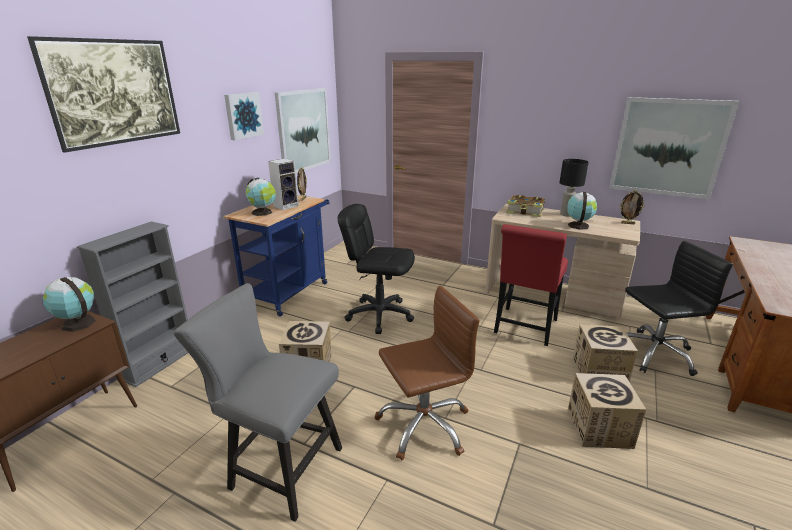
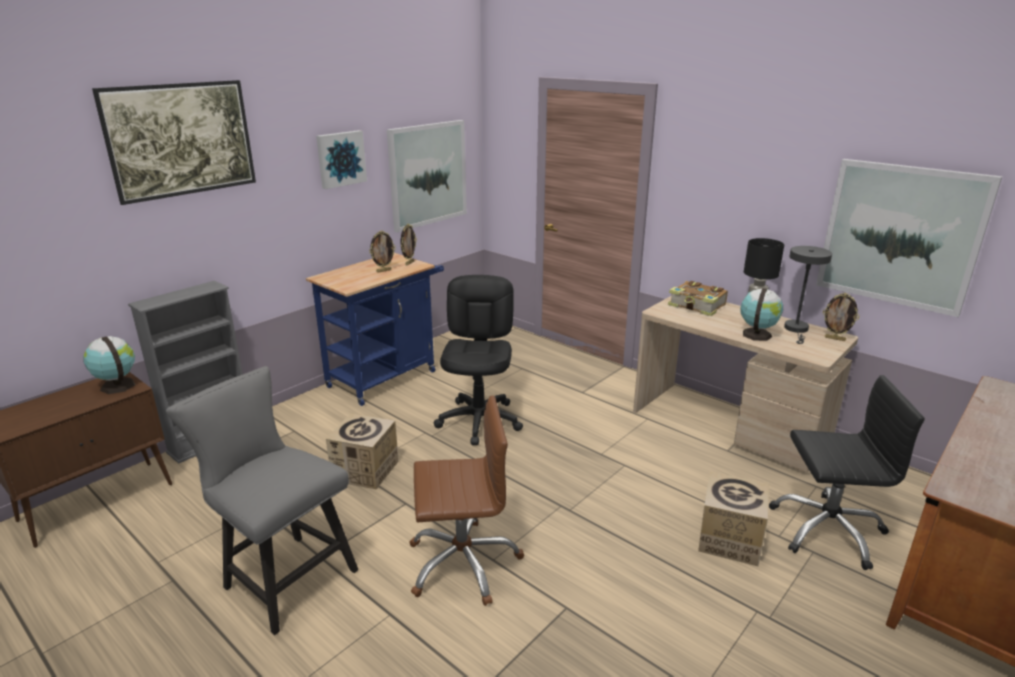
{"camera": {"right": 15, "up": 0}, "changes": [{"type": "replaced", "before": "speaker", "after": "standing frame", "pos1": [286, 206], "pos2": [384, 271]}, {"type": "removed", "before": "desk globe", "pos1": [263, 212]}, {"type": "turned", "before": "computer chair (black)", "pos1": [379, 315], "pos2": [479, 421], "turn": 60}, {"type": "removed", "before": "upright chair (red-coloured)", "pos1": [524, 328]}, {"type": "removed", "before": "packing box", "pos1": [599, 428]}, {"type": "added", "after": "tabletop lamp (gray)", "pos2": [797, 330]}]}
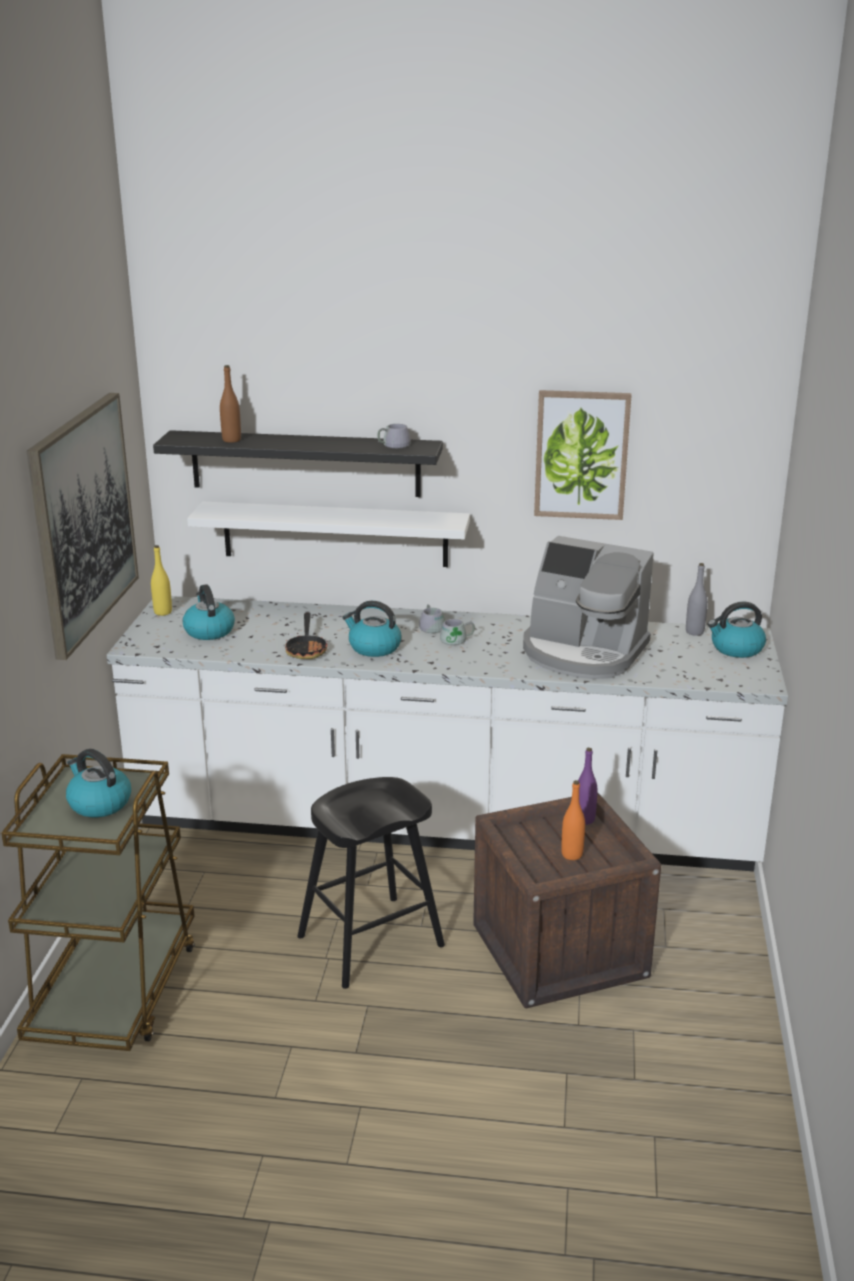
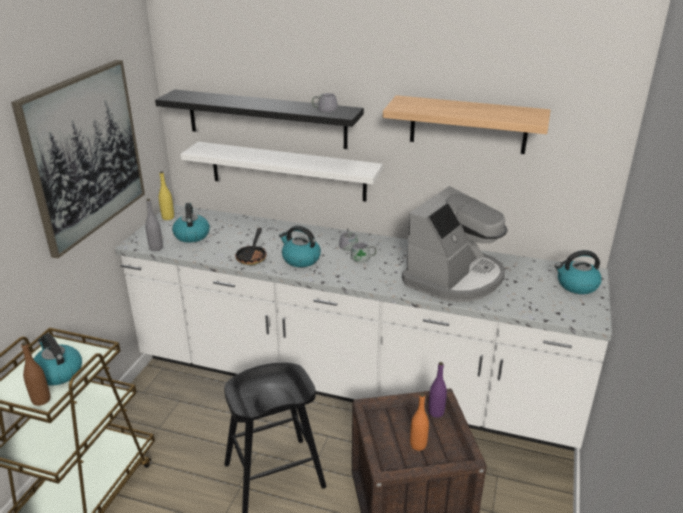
{"camera": {"right": 10, "up": 5}, "changes": [{"type": "moved", "before": "drink bottle (brown)", "pos1": [231, 440], "pos2": [41, 400]}, {"type": "replaced", "before": "picture", "after": "wall shelf", "pos1": [581, 454], "pos2": [468, 124]}, {"type": "turned", "before": "coffee maker", "pos1": [583, 652], "pos2": [454, 278], "turn": -90}, {"type": "moved", "before": "drink bottle (gray)", "pos1": [694, 632], "pos2": [156, 248]}]}
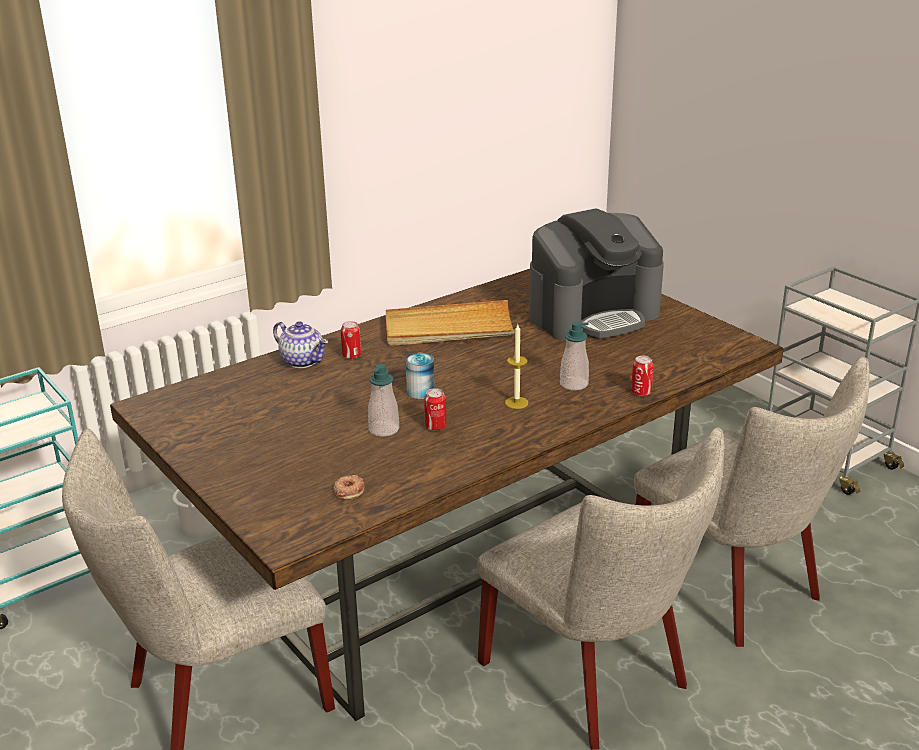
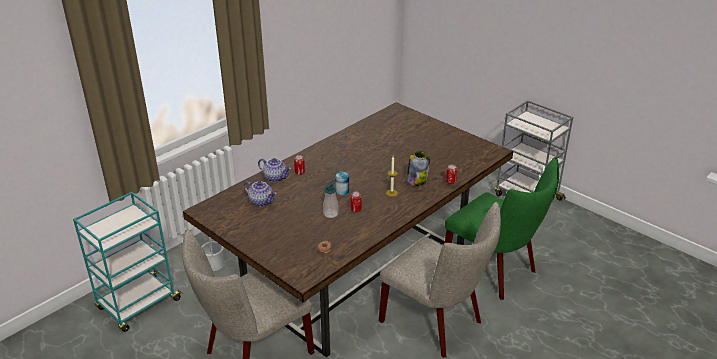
{"camera": {"right": -10, "up": 5}, "changes": [{"type": "removed", "before": "coffee maker", "pos1": [593, 314]}, {"type": "removed", "before": "serving tray (beige-coloured)", "pos1": [449, 329]}, {"type": "replaced", "before": "soap dispenser", "after": "jar", "pos1": [574, 384], "pos2": [417, 180]}, {"type": "recoloured", "before": "upright chair (beige-coloured)", "after": "upright chair (green-coloured)", "pos1": [734, 589], "pos2": [494, 271]}, {"type": "added", "after": "pot for tea", "pos2": [261, 201]}]}
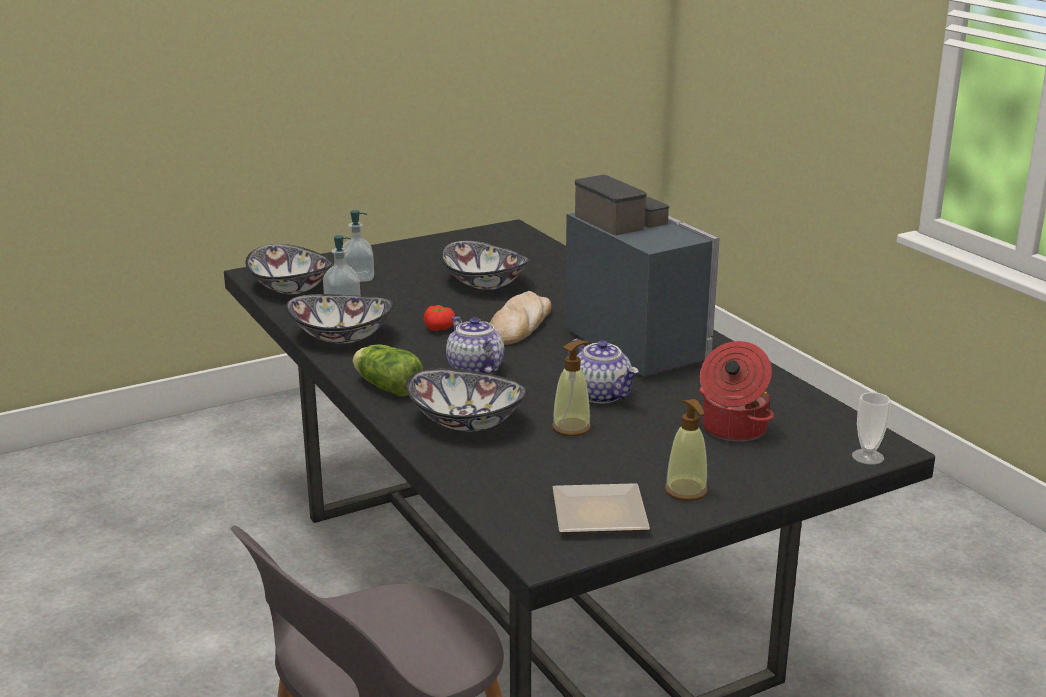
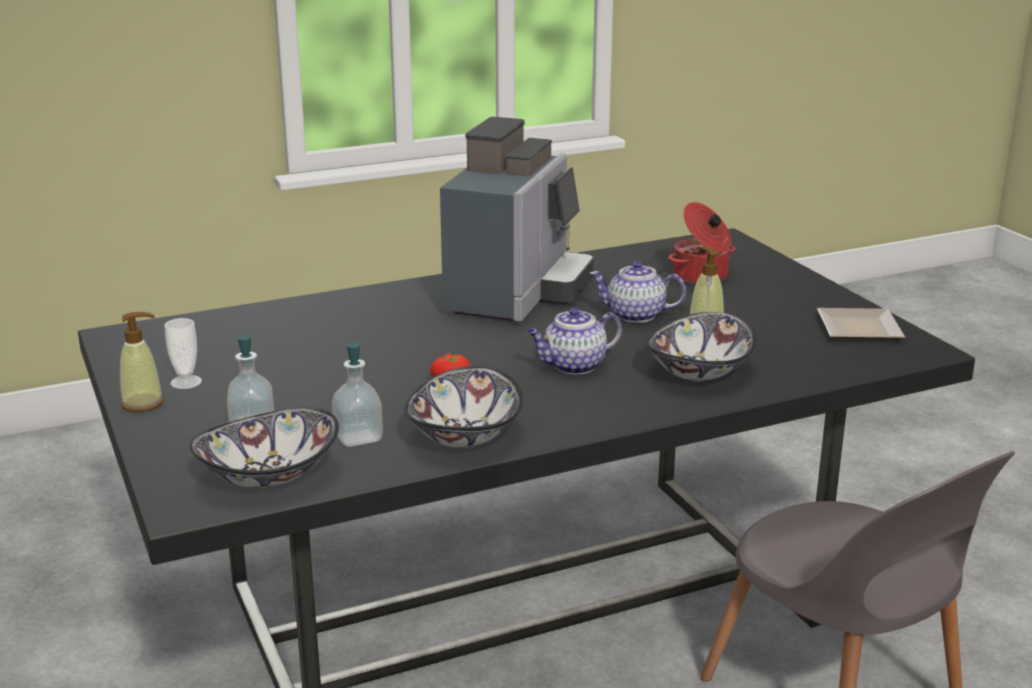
{"camera": {"right": -85, "up": 0}, "changes": [{"type": "turned", "before": "coffee maker", "pos1": [639, 343], "pos2": [517, 294], "turn": 135}, {"type": "removed", "before": "deep dish", "pos1": [485, 283]}, {"type": "removed", "before": "baked bread", "pos1": [519, 325]}, {"type": "turned", "before": "pot for tea", "pos1": [602, 395], "pos2": [635, 315], "turn": -135}, {"type": "removed", "before": "head of lettuce", "pos1": [386, 386]}, {"type": "moved", "before": "small cup", "pos1": [867, 457], "pos2": [186, 382]}, {"type": "moved", "before": "soap dispenser", "pos1": [686, 491], "pos2": [143, 403]}]}
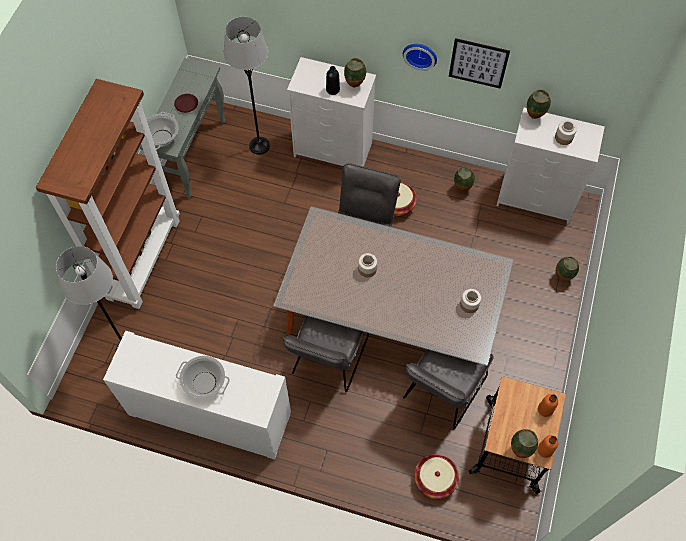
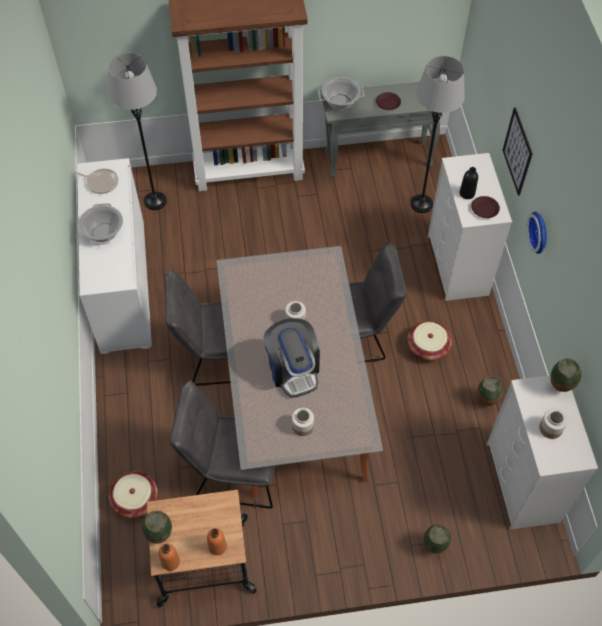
{"camera": {"right": 65, "up": -5}, "changes": [{"type": "moved", "before": "picture", "pos1": [478, 63], "pos2": [517, 151]}, {"type": "replaced", "before": "flower vase", "after": "flat dish (brown)", "pos1": [355, 86], "pos2": [485, 209]}, {"type": "added", "after": "frying pan", "pos2": [101, 182]}, {"type": "added", "after": "coffee maker", "pos2": [293, 369]}]}
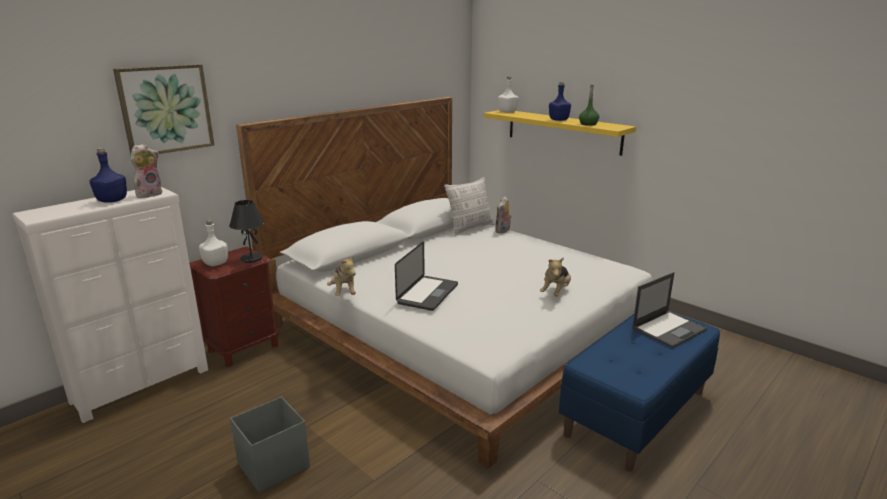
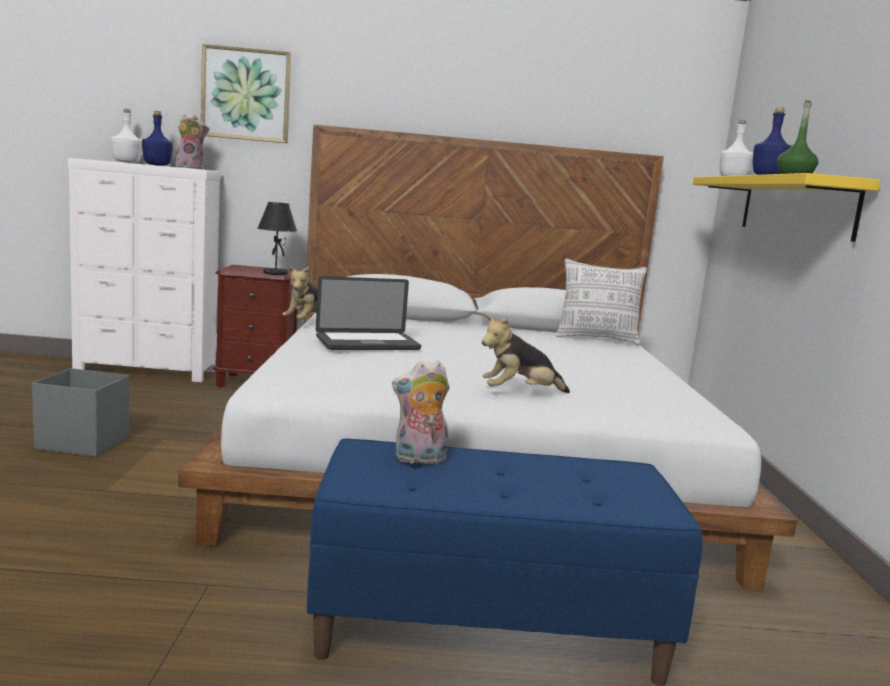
{"camera": {"right": 45, "up": -10}, "changes": [{"type": "moved", "before": "plush toy", "pos1": [503, 231], "pos2": [419, 459]}, {"type": "moved", "before": "drink bottle (white)", "pos1": [216, 263], "pos2": [126, 162]}, {"type": "removed", "before": "laptop", "pos1": [669, 329]}]}
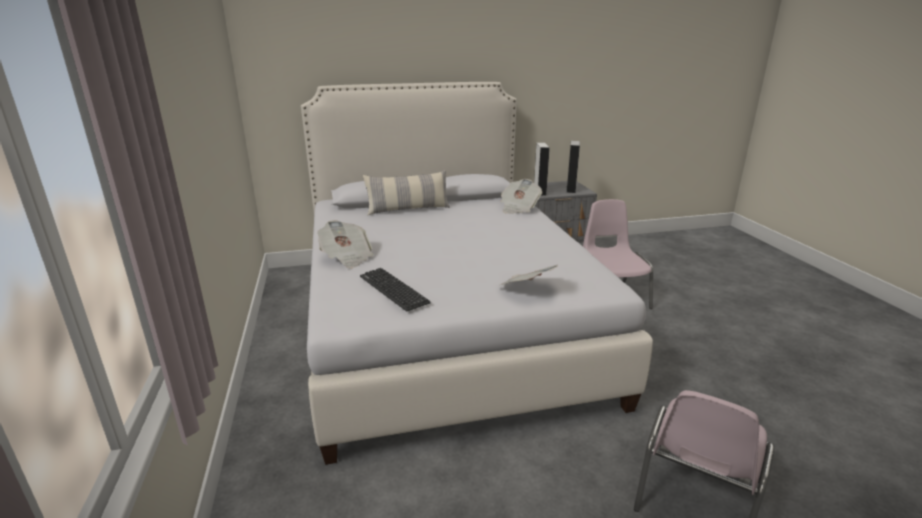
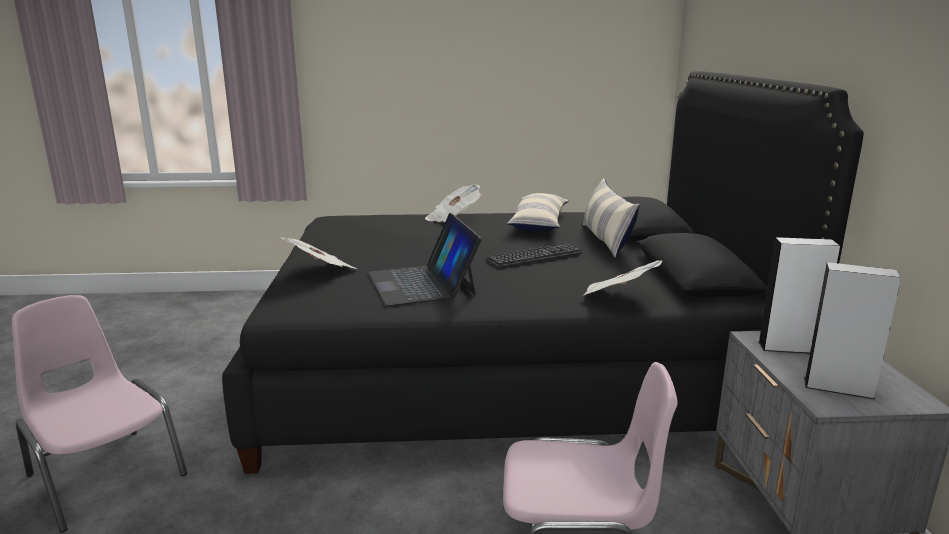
{"camera": {"right": 100, "up": -5}, "changes": [{"type": "recoloured", "before": "sleeping bed (white)", "after": "sleeping bed (black)", "pos1": [443, 322], "pos2": [507, 370]}, {"type": "moved", "before": "keyboard", "pos1": [393, 289], "pos2": [534, 257]}, {"type": "added", "after": "cushion", "pos2": [539, 223]}, {"type": "added", "after": "laptop", "pos2": [422, 283]}]}
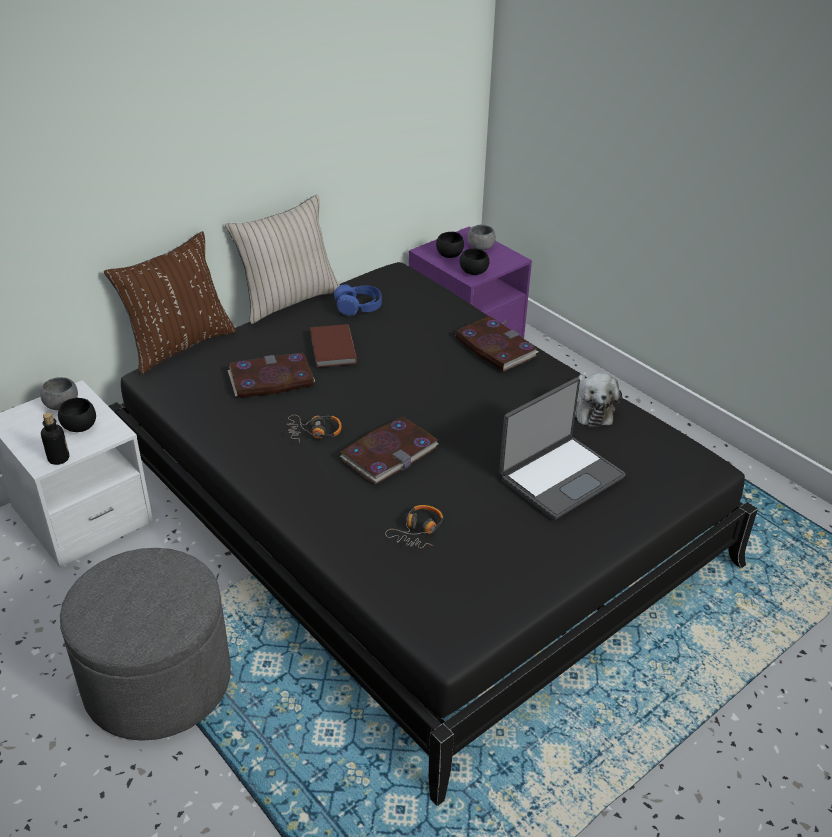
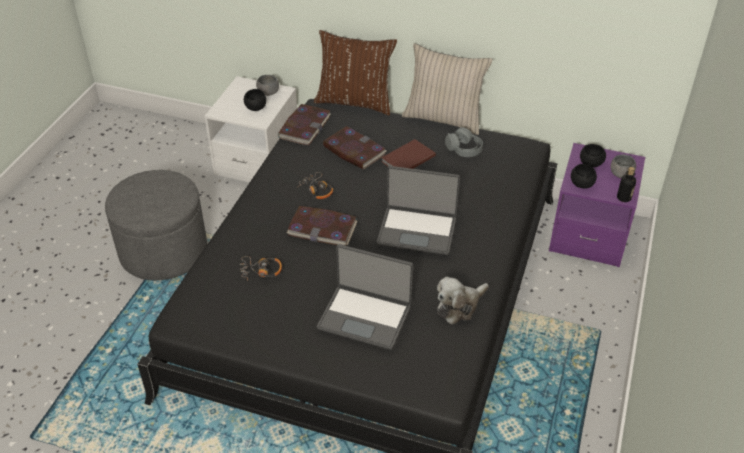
{"camera": {"right": 60, "up": 5}, "changes": [{"type": "recoloured", "before": "headset (blue)", "after": "headset (gray)", "pos1": [358, 307], "pos2": [464, 149]}, {"type": "moved", "before": "volume", "pos1": [495, 347], "pos2": [304, 127]}, {"type": "moved", "before": "drink bottle", "pos1": [58, 458], "pos2": [624, 198]}, {"type": "added", "after": "laptop", "pos2": [417, 230]}]}
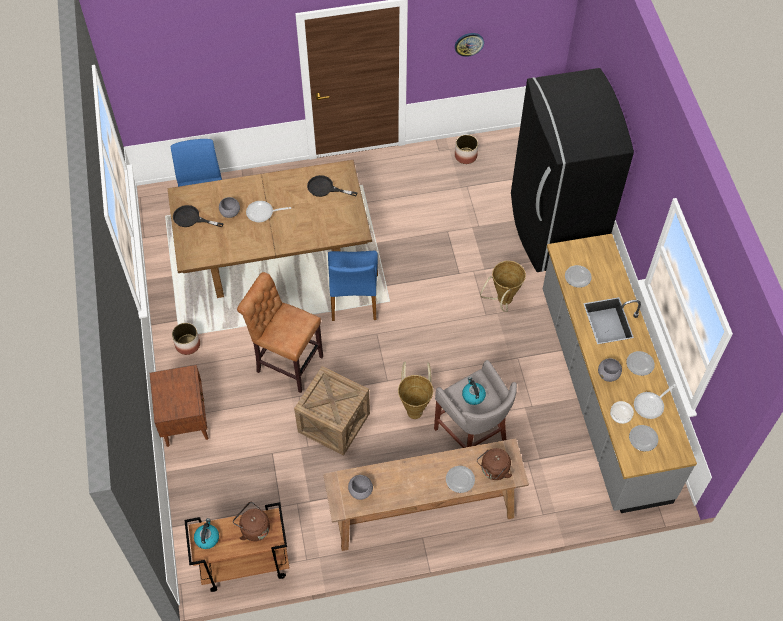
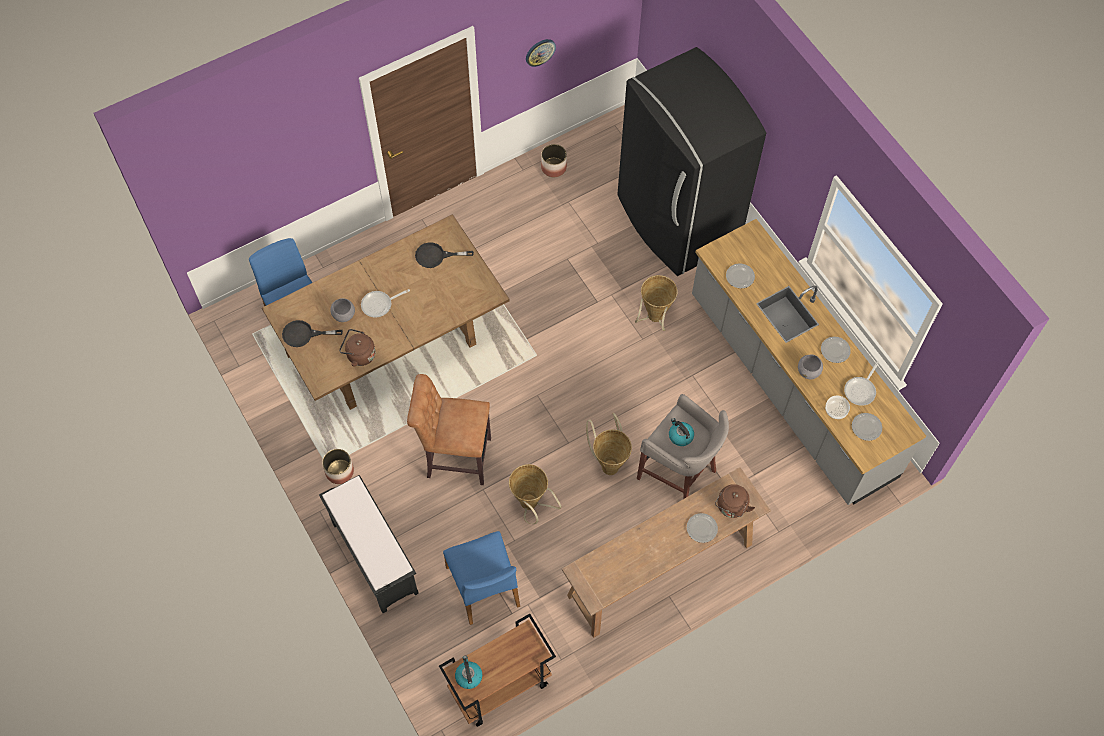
{"camera": {"right": -20, "up": 5}, "changes": [{"type": "moved", "before": "upright chair (blue)", "pos1": [354, 298], "pos2": [484, 587]}, {"type": "replaced", "before": "bedside table (brown)", "after": "bench (black)", "pos1": [185, 422], "pos2": [373, 557]}, {"type": "replaced", "before": "packing crate", "after": "household basket", "pos1": [334, 422], "pos2": [531, 506]}, {"type": "removed", "before": "deep dish (gray)", "pos1": [360, 491]}, {"type": "moved", "before": "tea kettle (brown)", "pos1": [253, 528], "pos2": [359, 355]}]}
